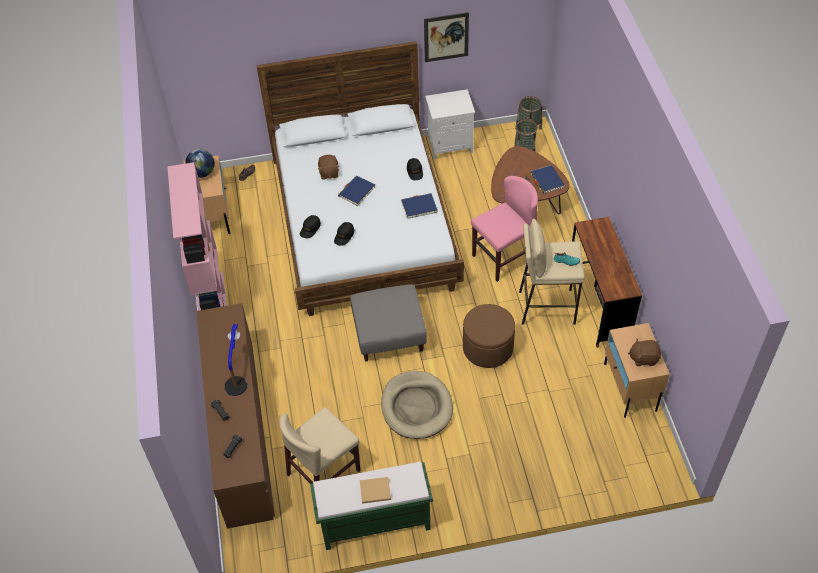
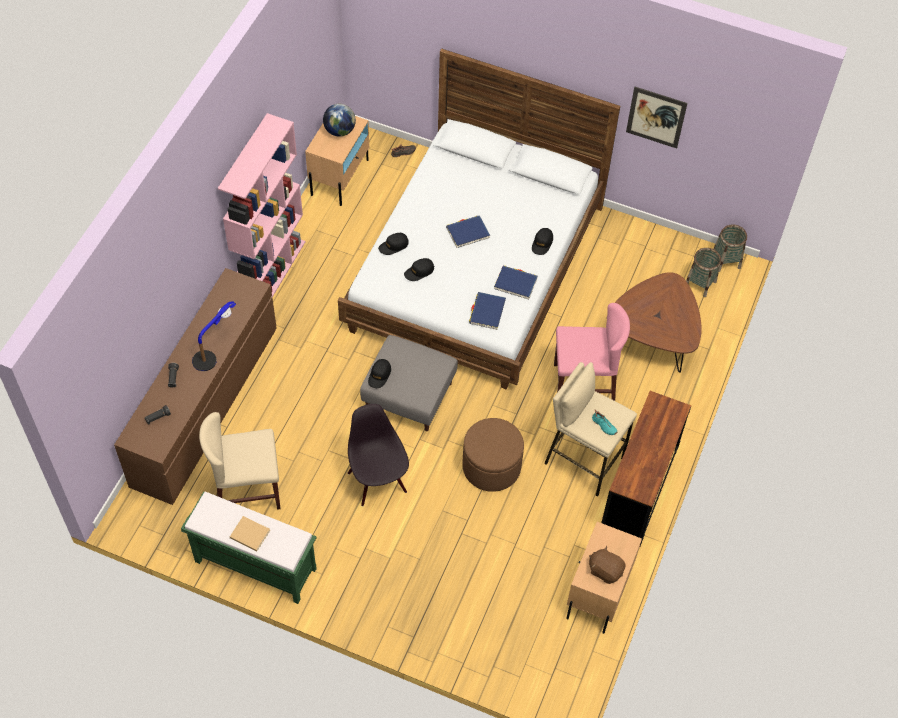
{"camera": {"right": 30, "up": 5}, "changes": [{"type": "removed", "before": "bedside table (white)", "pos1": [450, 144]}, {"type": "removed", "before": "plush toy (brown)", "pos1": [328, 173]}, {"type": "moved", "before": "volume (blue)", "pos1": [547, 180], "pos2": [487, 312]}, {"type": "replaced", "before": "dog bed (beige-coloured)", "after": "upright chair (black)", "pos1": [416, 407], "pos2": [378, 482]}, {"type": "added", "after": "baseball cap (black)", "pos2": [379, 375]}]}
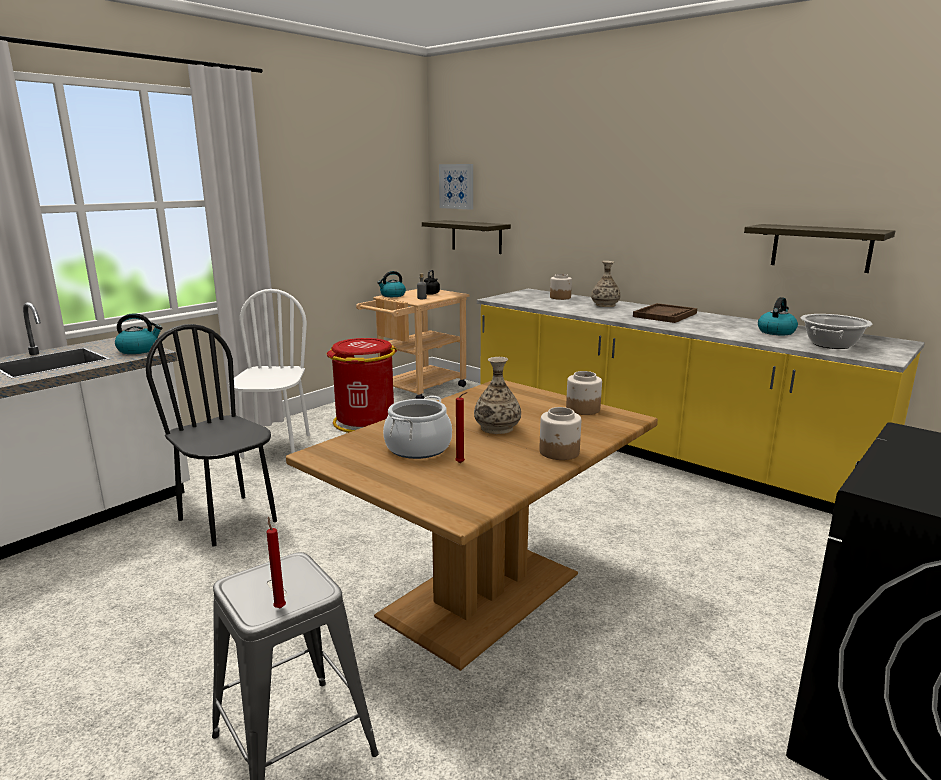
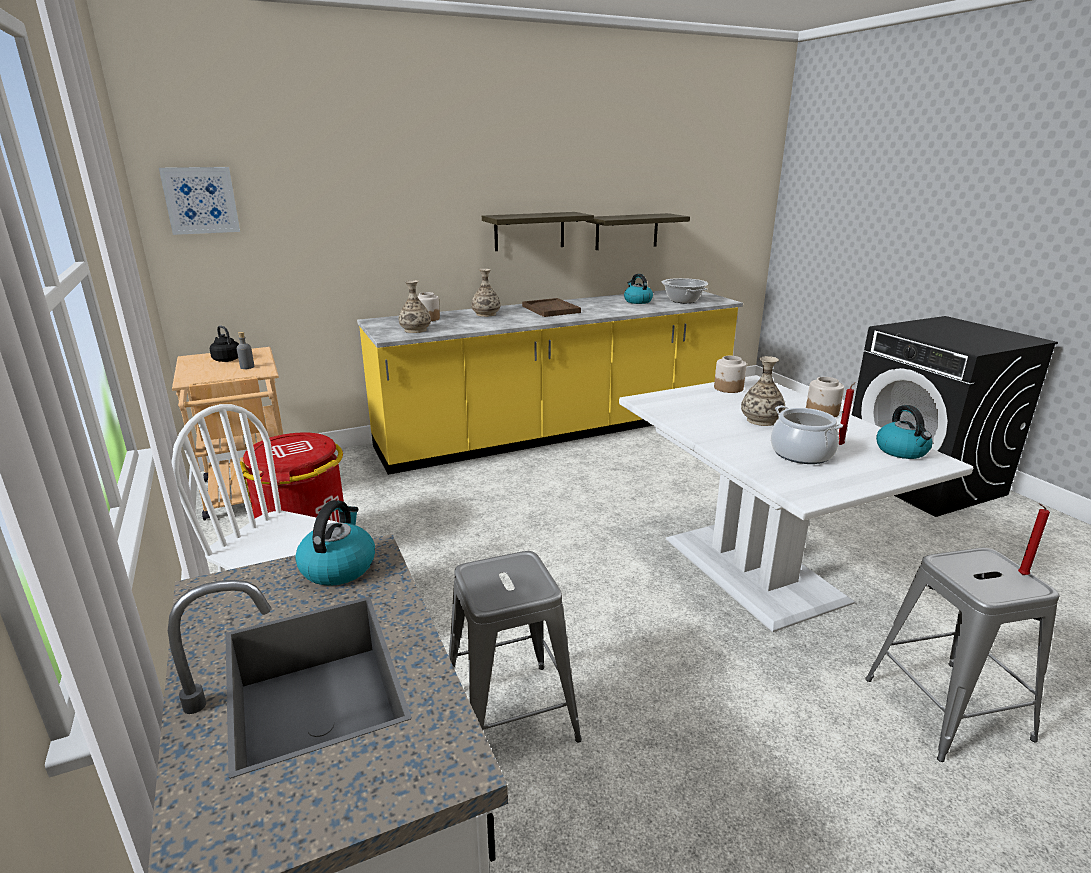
{"camera": {"right": -65, "up": 5}, "changes": [{"type": "moved", "before": "wall shelf", "pos1": [476, 237], "pos2": [529, 231]}, {"type": "moved", "before": "tea kettle", "pos1": [392, 295], "pos2": [902, 451]}, {"type": "replaced", "before": "upright chair (black)", "after": "stool (gray)", "pos1": [228, 520], "pos2": [511, 716]}, {"type": "recoloured", "before": "dinner table (brown)", "after": "dinner table (white)", "pos1": [483, 595], "pos2": [754, 568]}, {"type": "added", "after": "flower vase", "pos2": [415, 330]}]}
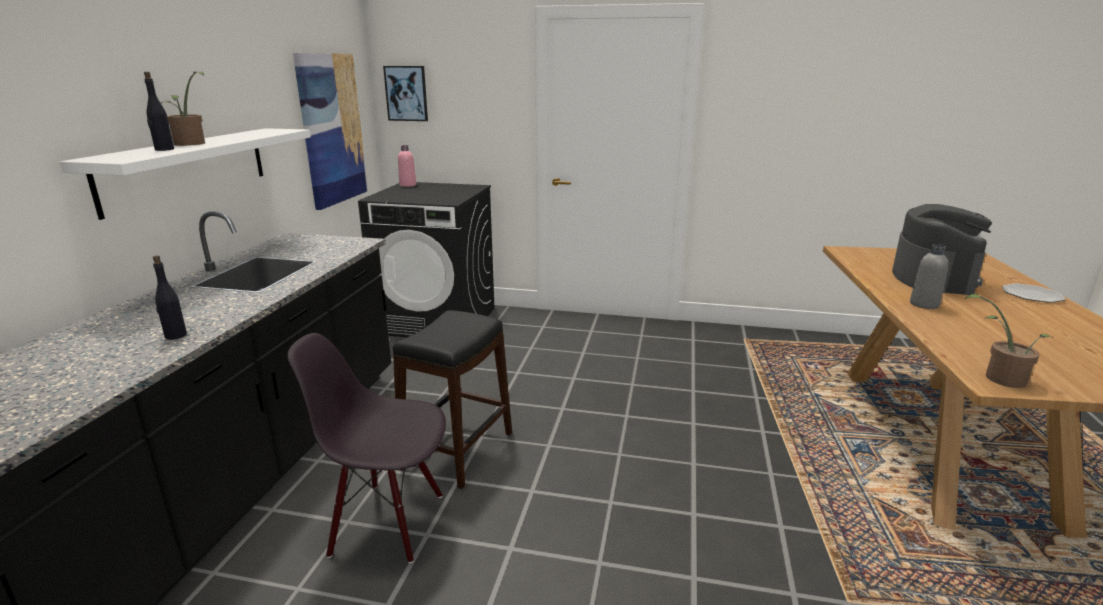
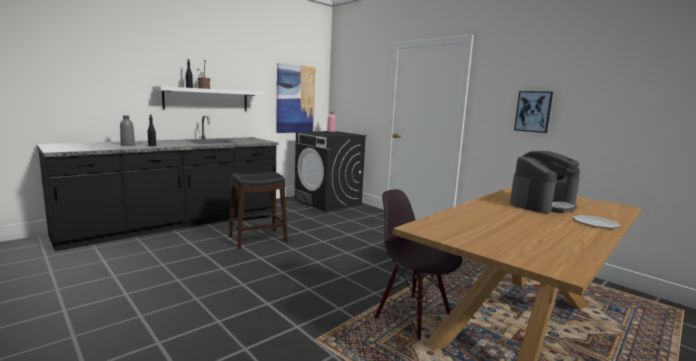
{"camera": {"right": 35, "up": -10}, "changes": [{"type": "moved", "before": "picture", "pos1": [406, 93], "pos2": [533, 111]}, {"type": "moved", "before": "drink bottle (gray)", "pos1": [924, 304], "pos2": [128, 145]}, {"type": "removed", "before": "houseplant", "pos1": [999, 377]}, {"type": "moved", "before": "upright chair (black)", "pos1": [388, 523], "pos2": [413, 316]}]}
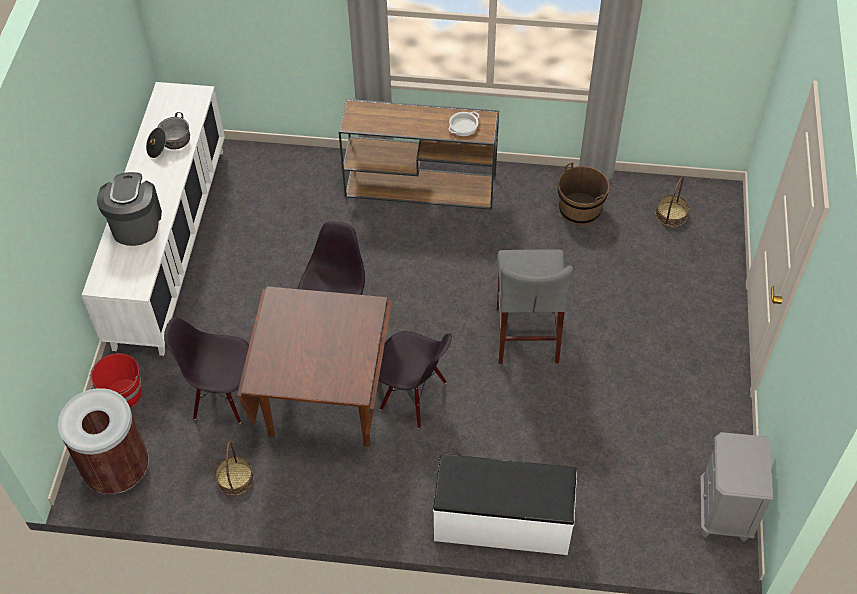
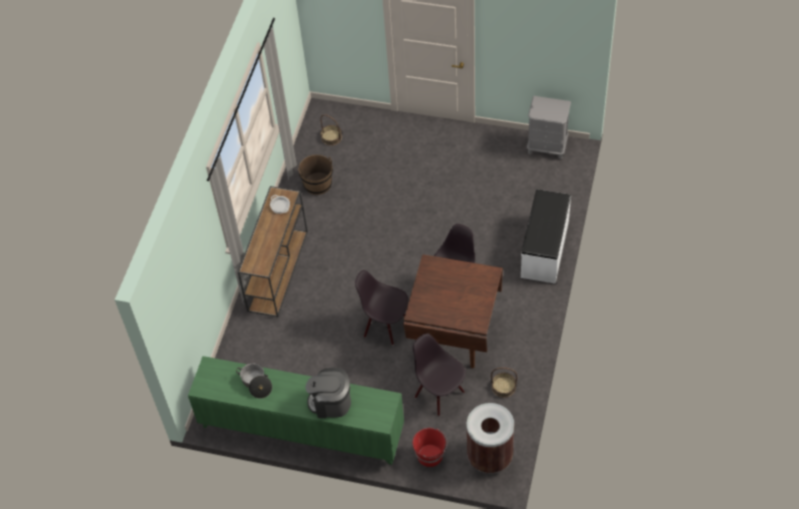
{"camera": {"right": -80, "up": 0}, "changes": [{"type": "recoloured", "before": "cabinet (white)", "after": "cabinet (green-coloured)", "pos1": [170, 245], "pos2": [302, 430]}, {"type": "removed", "before": "stool (gray)", "pos1": [527, 334]}, {"type": "turned", "before": "upright chair (black)", "pos1": [223, 396], "pos2": [440, 394], "turn": 120}]}
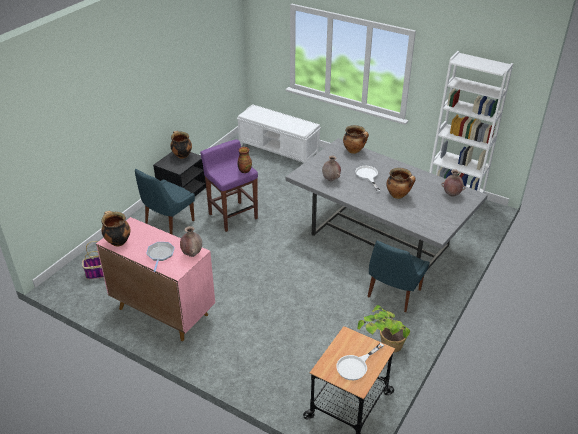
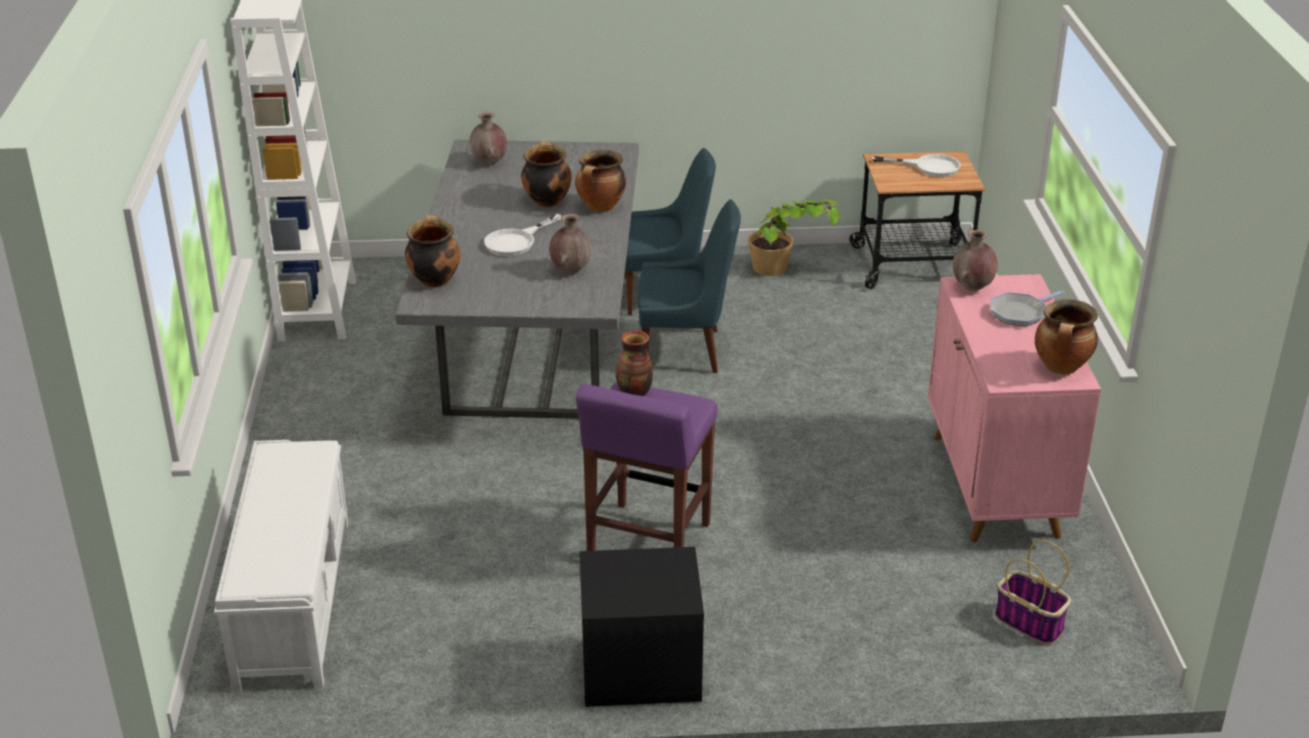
{"camera": {"right": -125, "up": -5}, "changes": [{"type": "moved", "before": "saucepot", "pos1": [181, 155], "pos2": [601, 207]}, {"type": "moved", "before": "upright chair (blue)", "pos1": [168, 222], "pos2": [685, 351]}]}
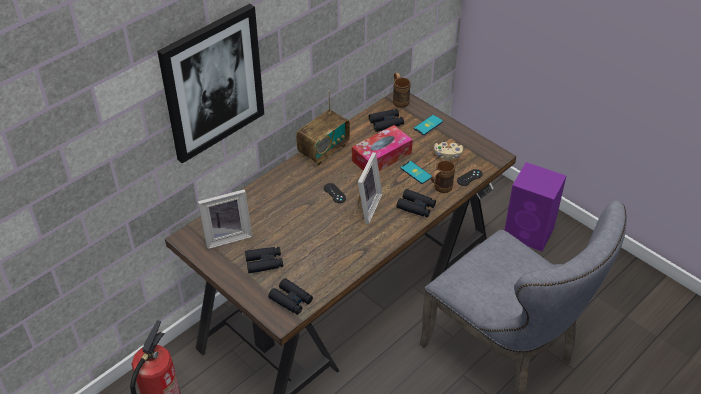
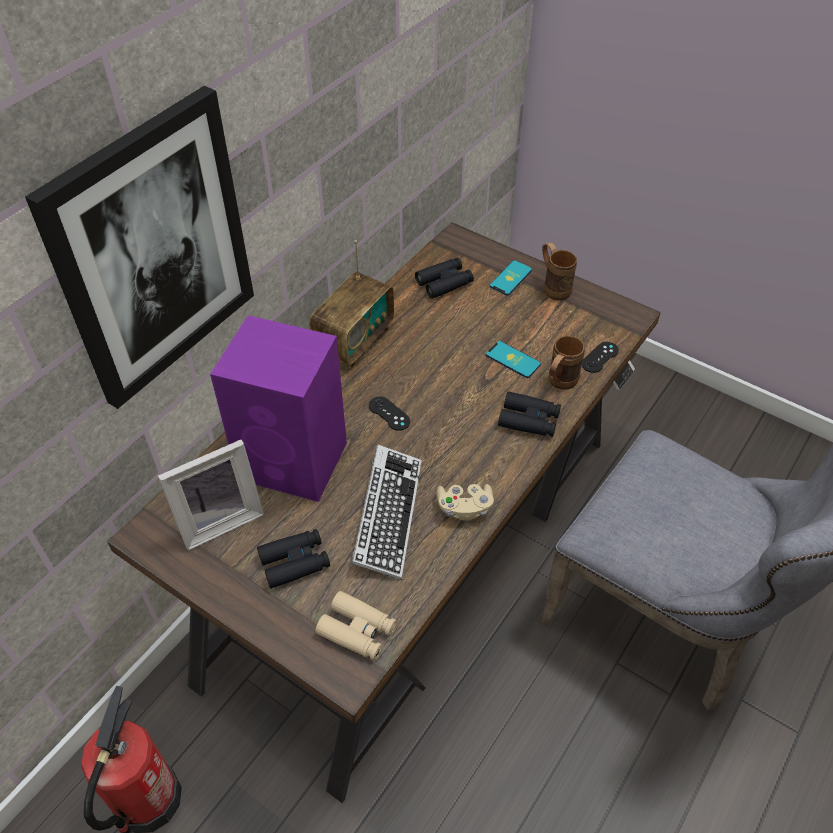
{"camera": {"right": -10, "up": 5}, "changes": [{"type": "moved", "before": "tea mug (brown)", "pos1": [399, 100], "pos2": [553, 287]}, {"type": "removed", "before": "tissue holder", "pos1": [381, 157]}, {"type": "moved", "before": "joypad (beige-coloured)", "pos1": [447, 155], "pos2": [464, 508]}, {"type": "removed", "before": "standing frame", "pos1": [365, 207]}, {"type": "moved", "before": "speaker (purplish)", "pos1": [530, 233], "pos2": [295, 461]}, {"type": "recoloured", "before": "binoculars (black)", "after": "binoculars (beige-coloured)", "pos1": [291, 300], "pos2": [357, 630]}, {"type": "added", "after": "keyboard", "pos2": [387, 515]}]}
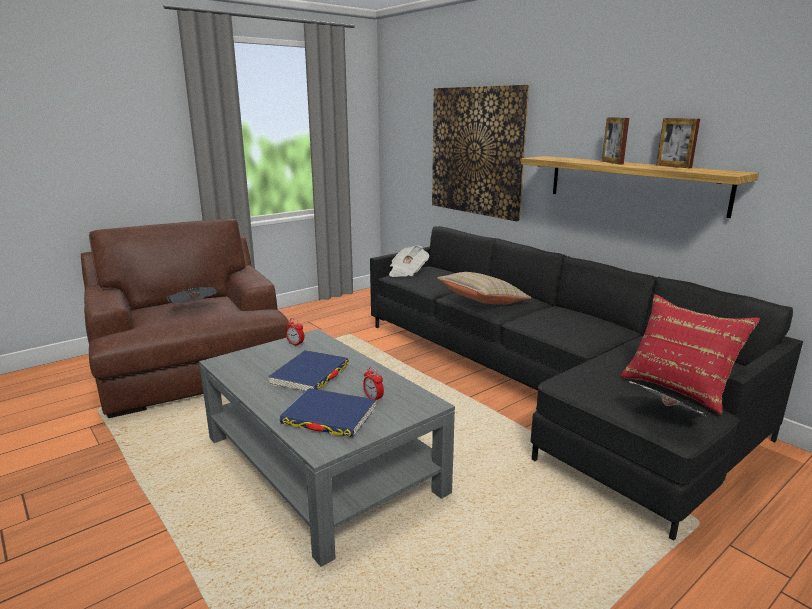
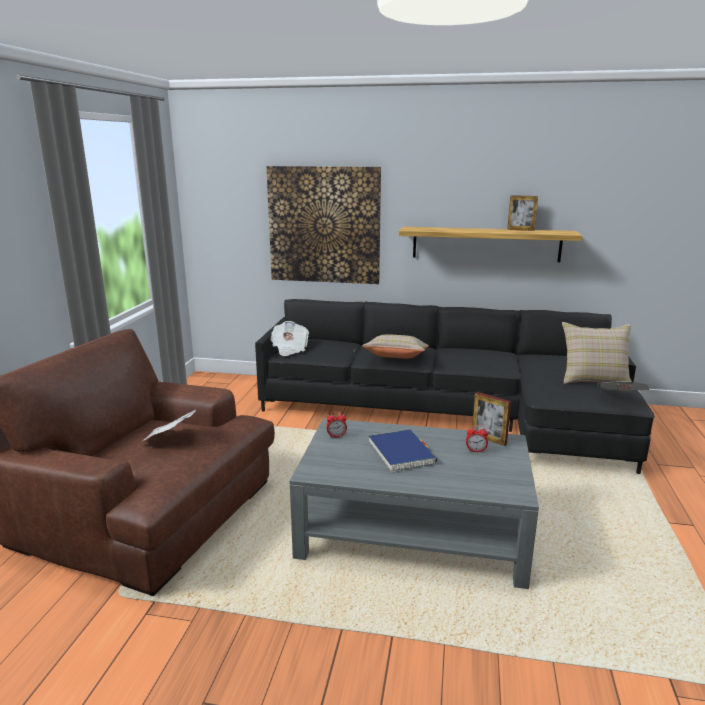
{"camera": {"right": -40, "up": 0}, "changes": [{"type": "moved", "before": "standing frame", "pos1": [612, 162], "pos2": [489, 439]}, {"type": "recoloured", "before": "cushion (red-coloured)", "after": "cushion (beige-coloured)", "pos1": [679, 387], "pos2": [594, 380]}, {"type": "removed", "before": "volume (blue)", "pos1": [329, 416]}]}
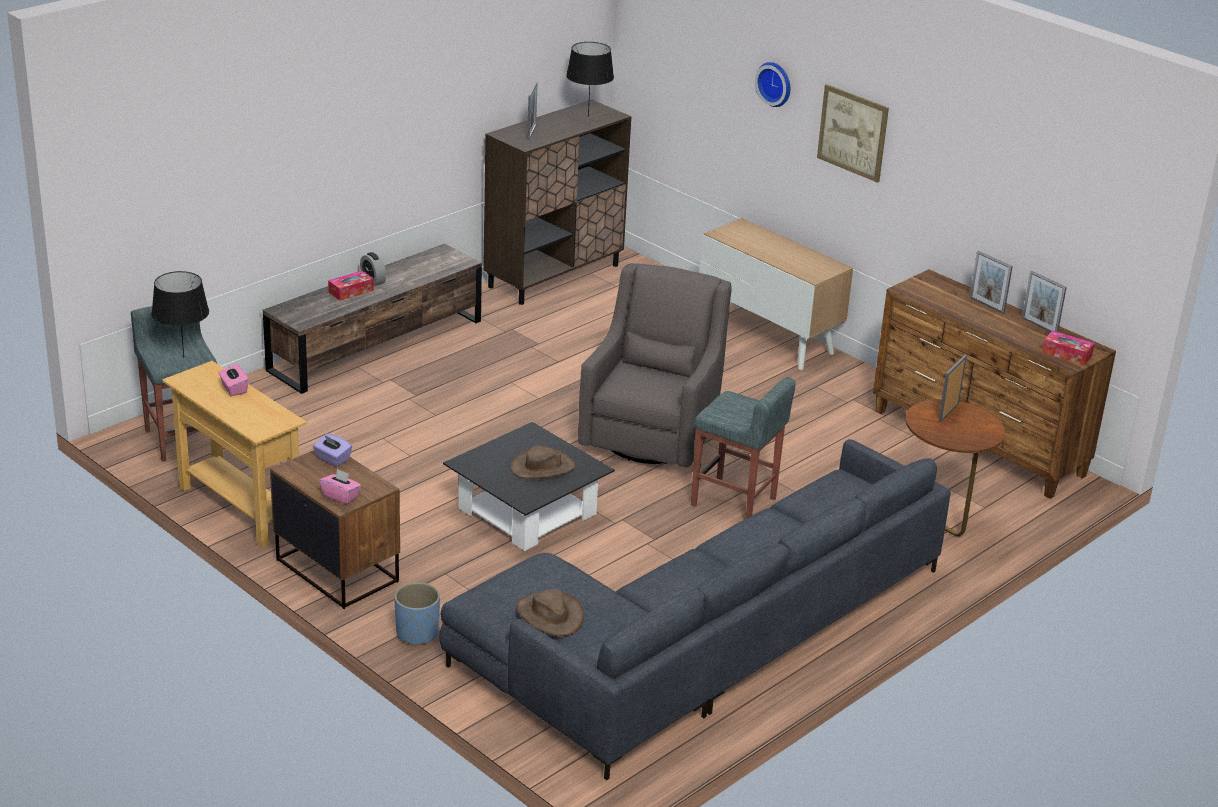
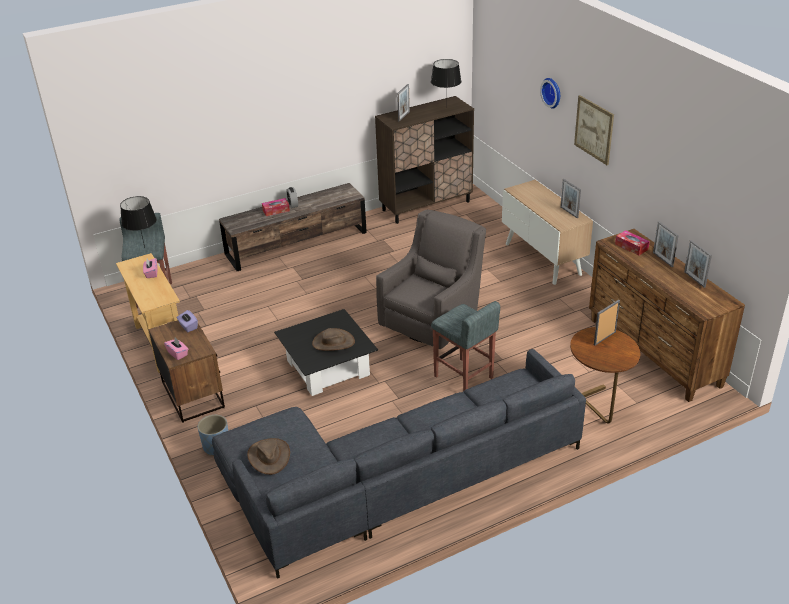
{"camera": {"right": 20, "up": 5}, "changes": [{"type": "moved", "before": "tissue holder", "pos1": [1066, 354], "pos2": [631, 247]}, {"type": "added", "after": "standing frame", "pos2": [569, 212]}]}
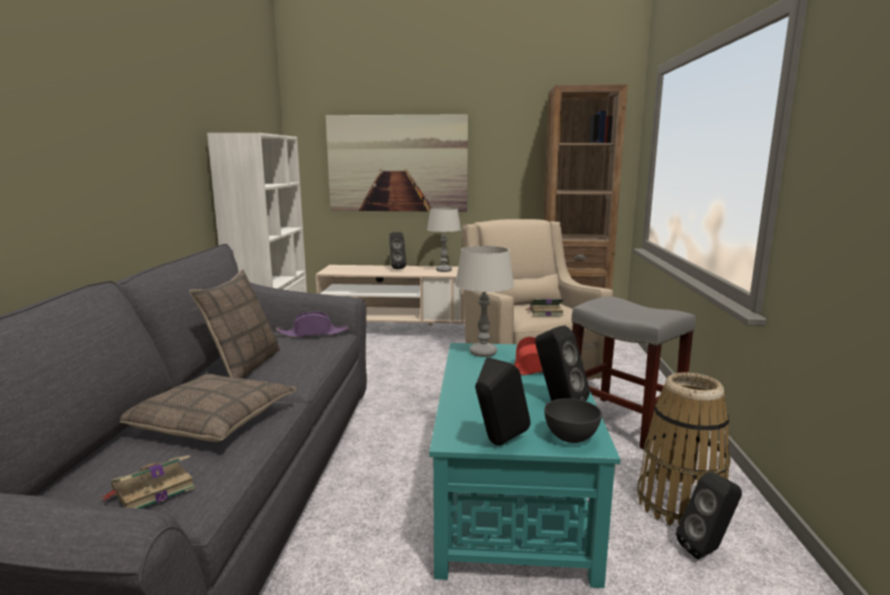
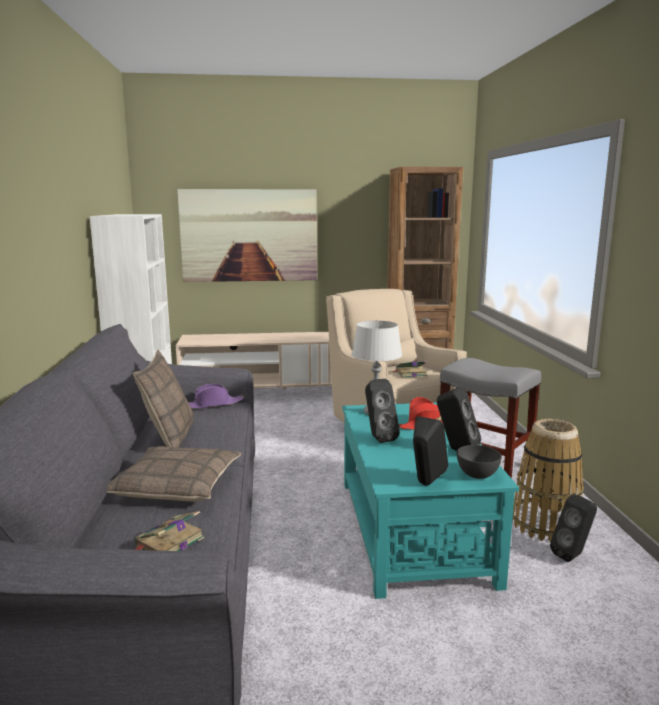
{"camera": {"right": -10, "up": 0}, "changes": [{"type": "removed", "before": "tabletop lamp (gray)", "pos1": [443, 270]}, {"type": "moved", "before": "speaker (black)", "pos1": [396, 268], "pos2": [378, 438]}]}
